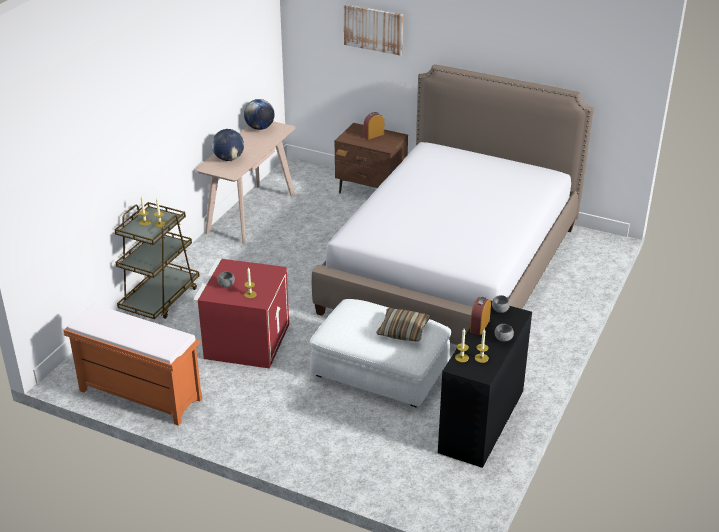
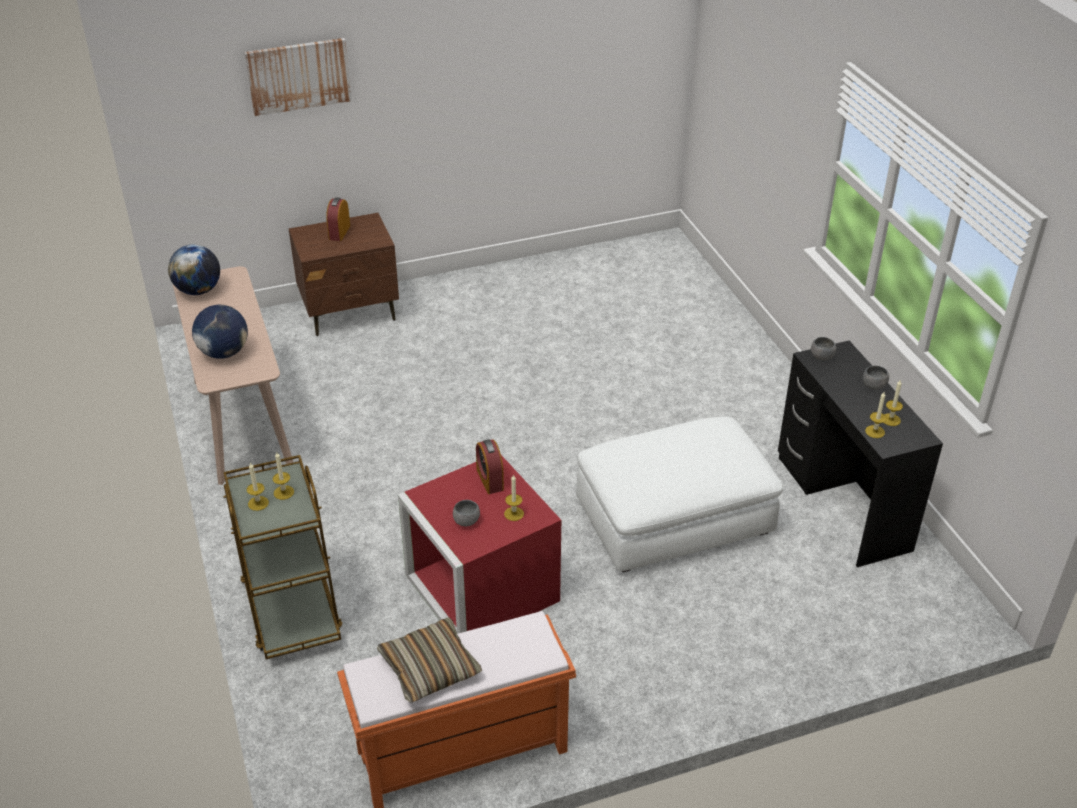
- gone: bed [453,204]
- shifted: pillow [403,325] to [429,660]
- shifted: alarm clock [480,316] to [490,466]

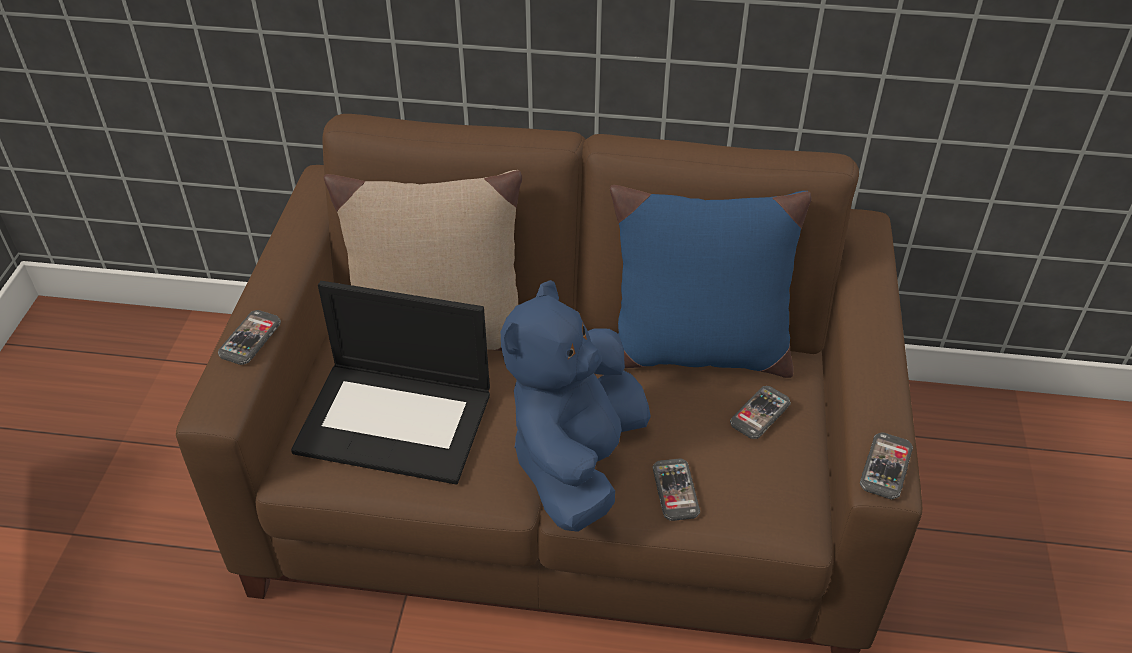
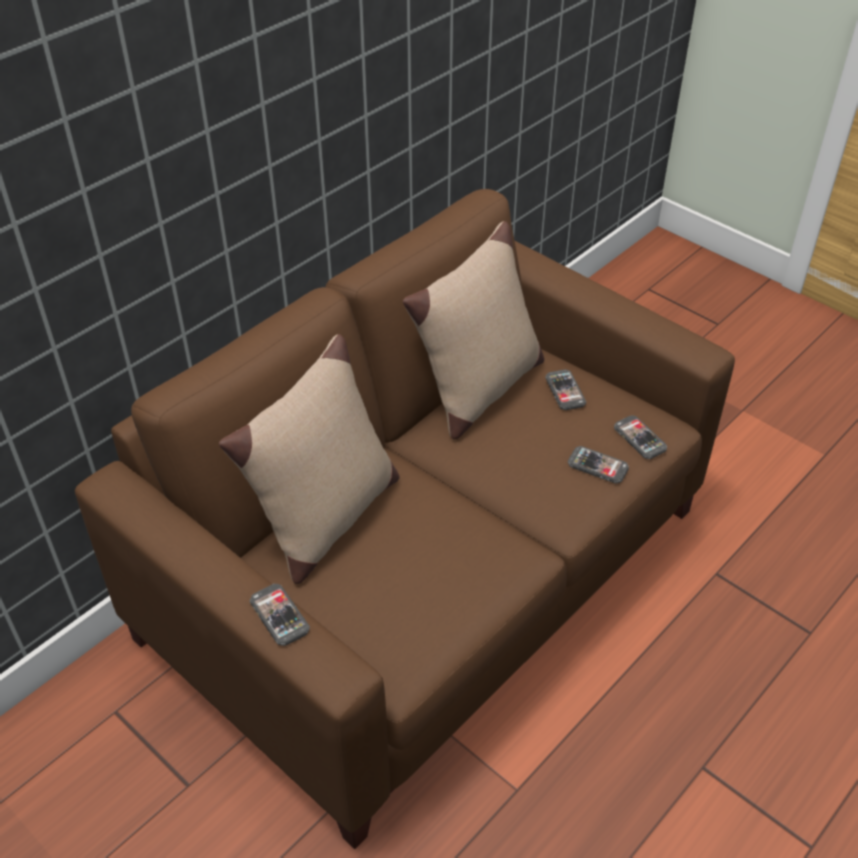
- gone: laptop [390,383]
- gone: plush toy (blue) [576,406]
- repainted: pillow (blue) [710,281] to pillow (beige) [473,330]
- shifted: phone [886,465] to [640,437]

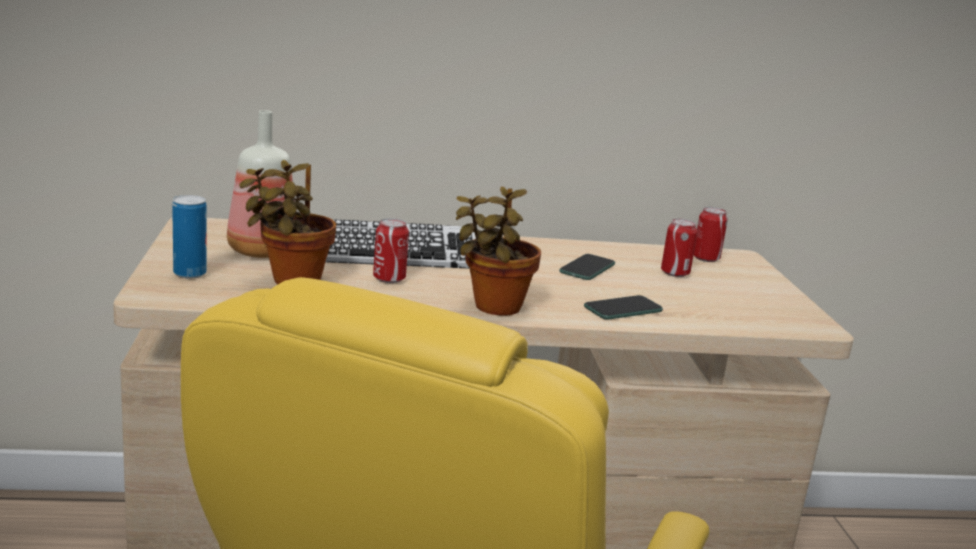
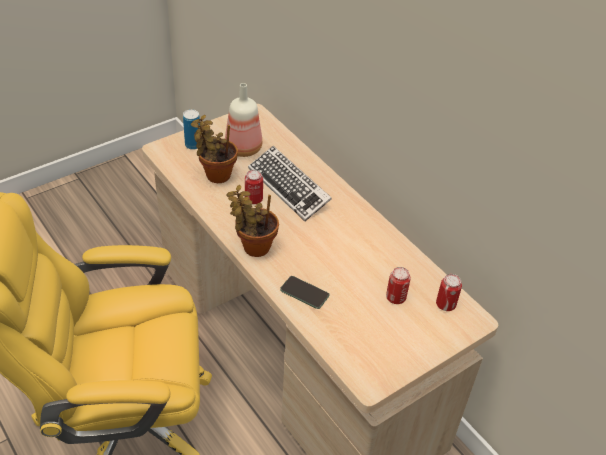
- gone: phone [587,267]

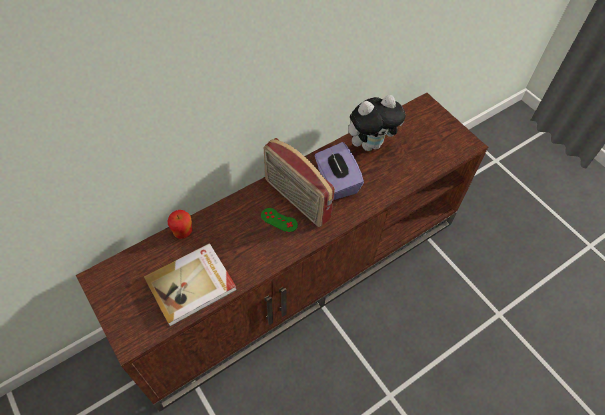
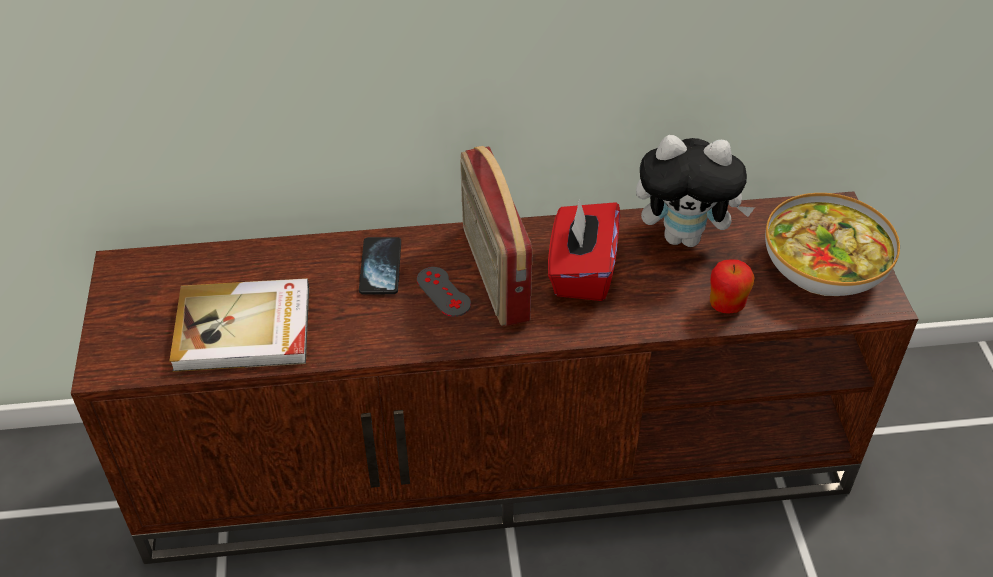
- shifted: apple [179,224] to [732,286]
- repainted: game controller (green) [279,220] to game controller (grey) [444,292]
- repainted: tissue box (purple) [339,171] to tissue box (red) [584,250]
- new: phone [380,266]
- new: bowl [832,244]

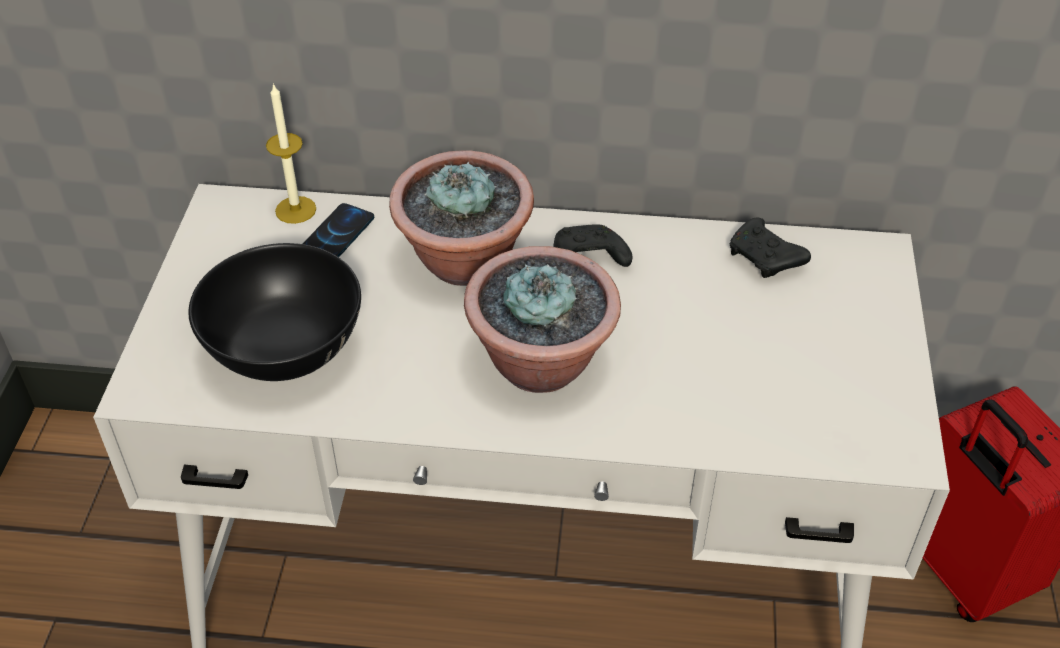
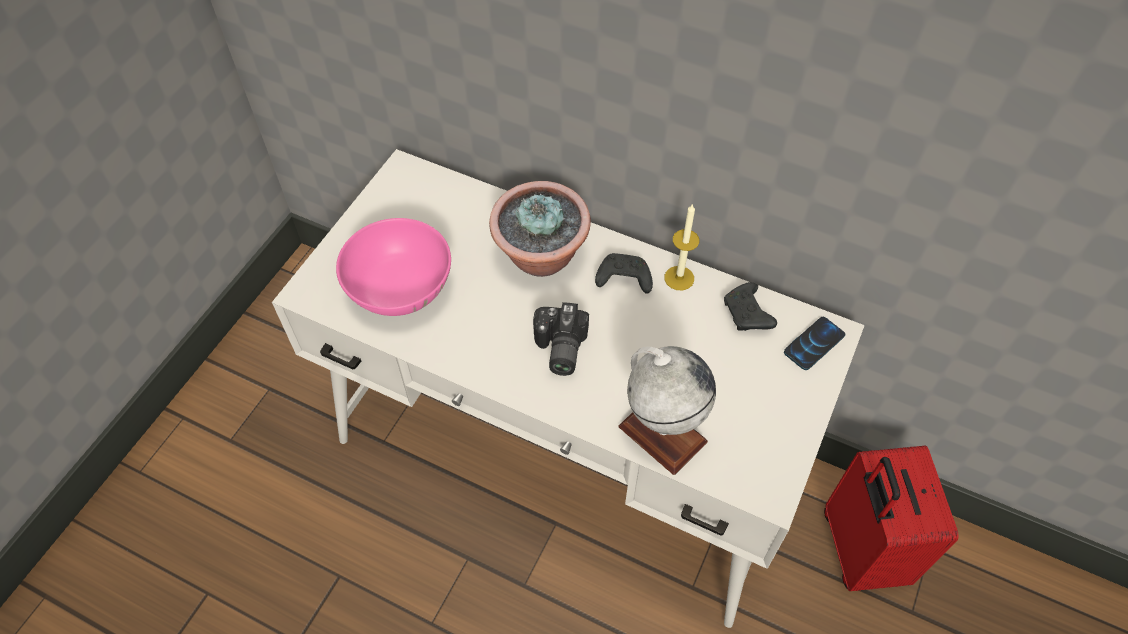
- repainted: bowl (black) [274,312] to bowl (pink) [393,267]
- shifted: candle [291,153] to [682,247]
- shifted: phone [338,230] to [815,343]
- swapped: potted plant [542,319] to photo camera [561,339]
- new: globe [667,410]

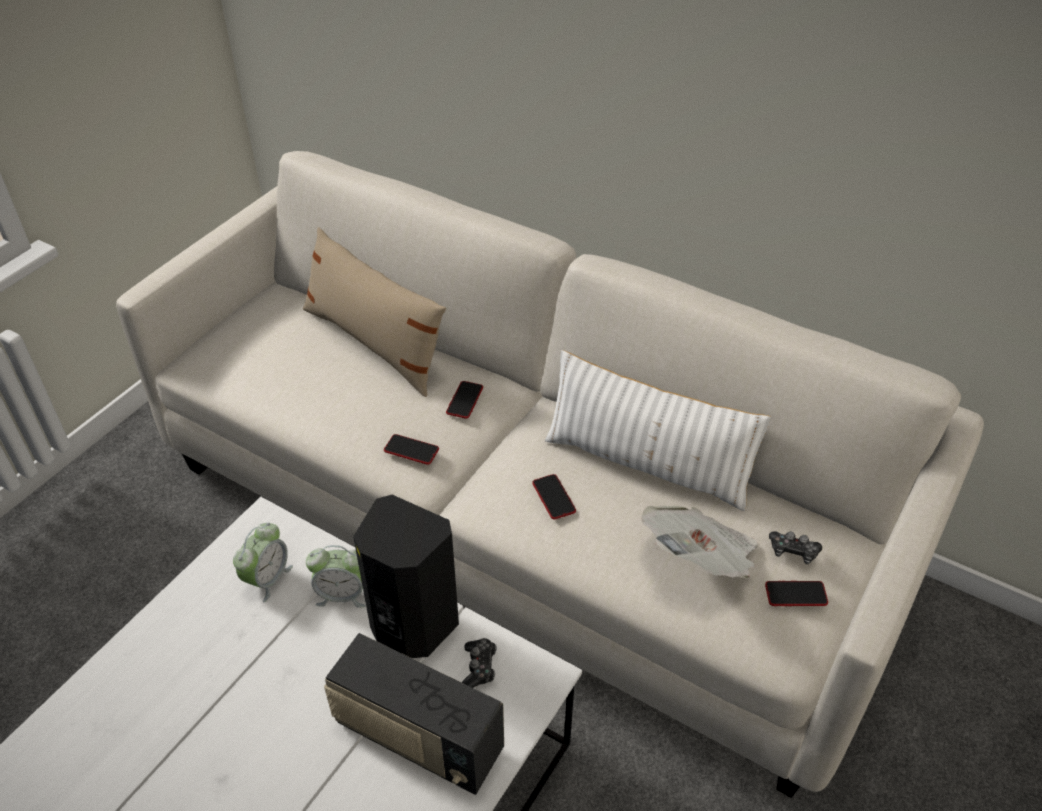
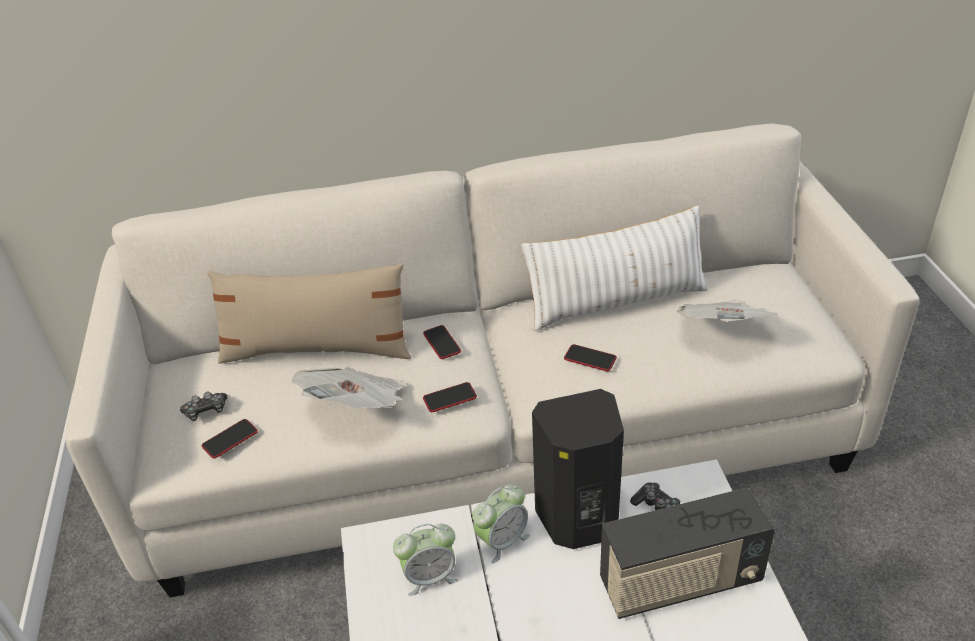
- rotated: alarm clock [263,562] = [425,560] 90 degrees clockwise
- shifted: phone [796,593] to [230,438]
- shifted: game controller [795,547] to [203,406]
- new: newspaper [349,387]

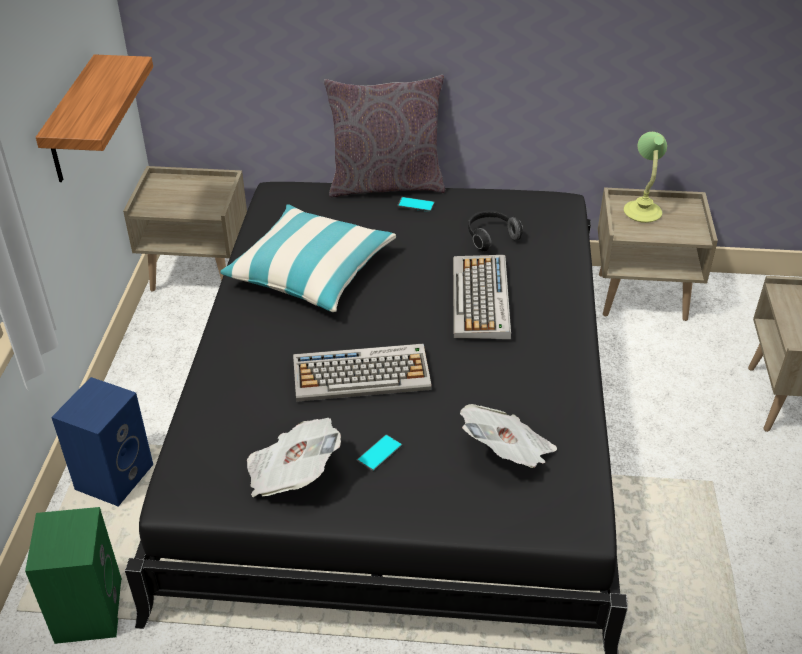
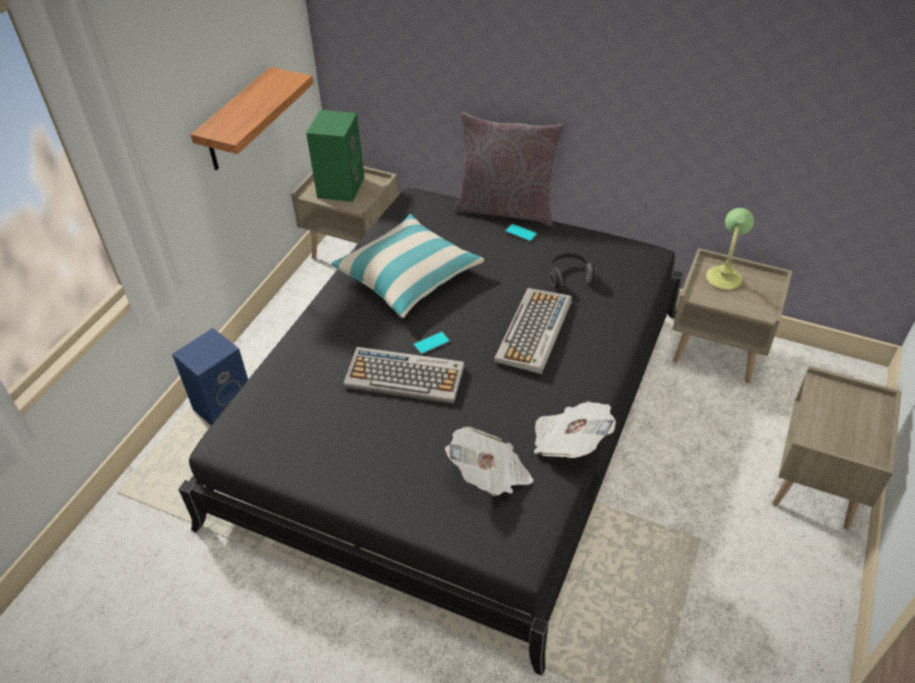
- shifted: speaker (green) [73,575] to [335,156]
- shifted: newspaper [294,457] to [575,430]
- shifted: phone [379,453] to [431,343]

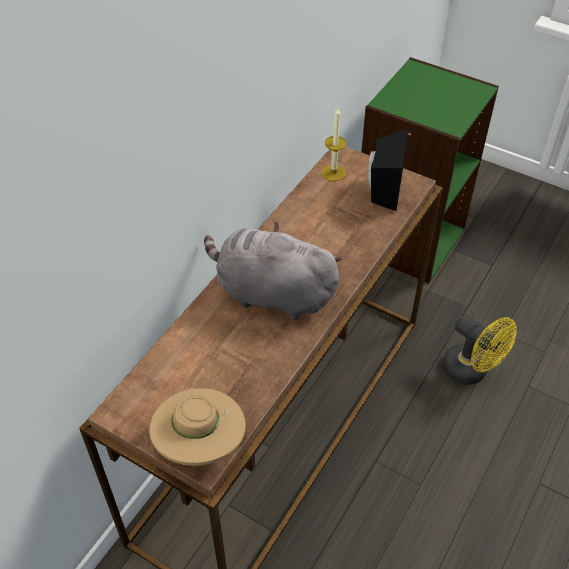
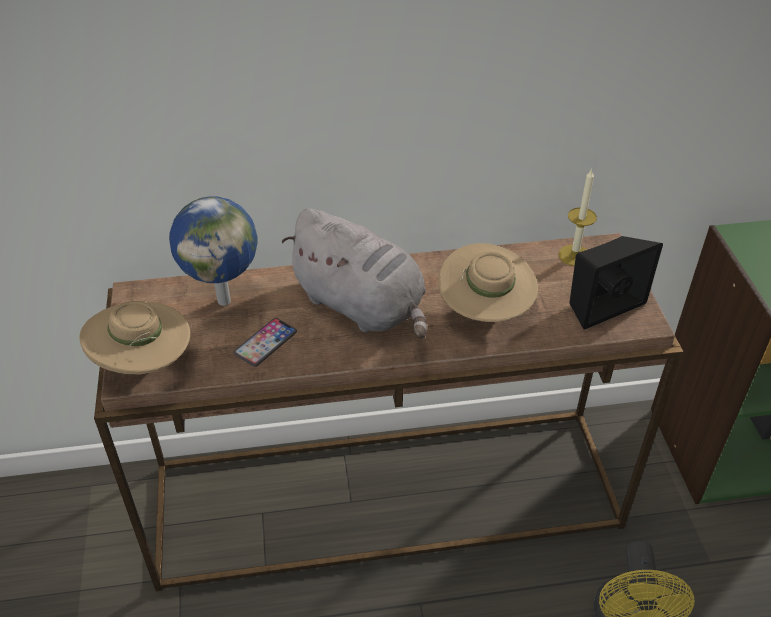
- rotated: plush toy (grey) [273,270] = [354,273] 150 degrees clockwise
- new: globe [213,251]
- new: phone [265,342]
- new: hat (beige) [488,282]

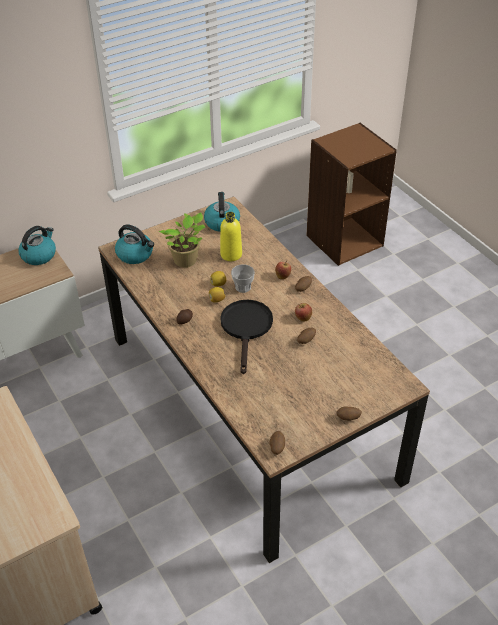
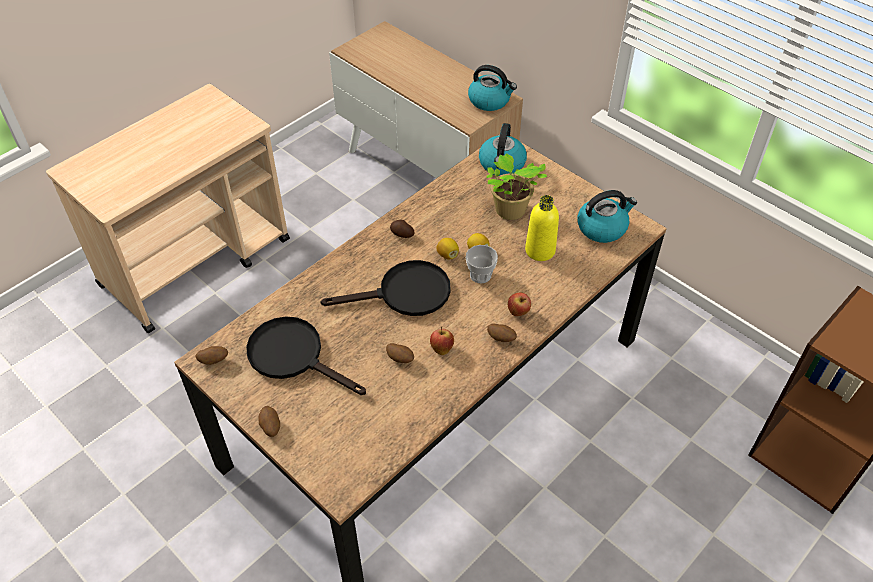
- new: frying pan (black) [306,356]

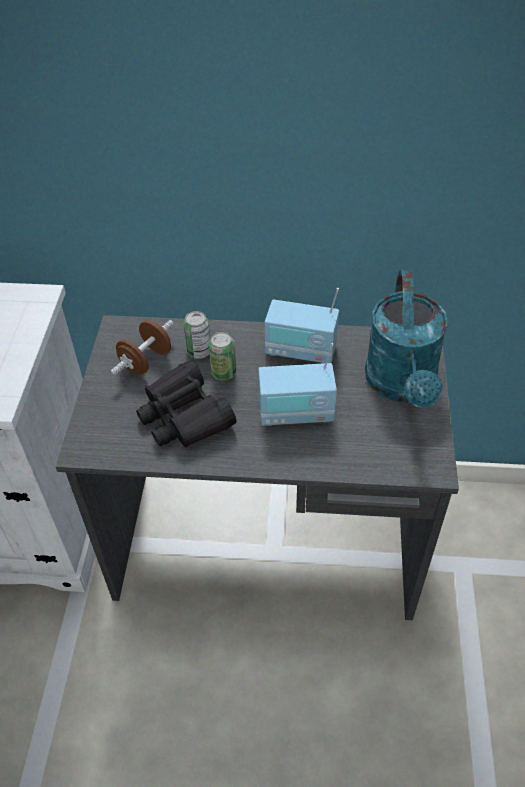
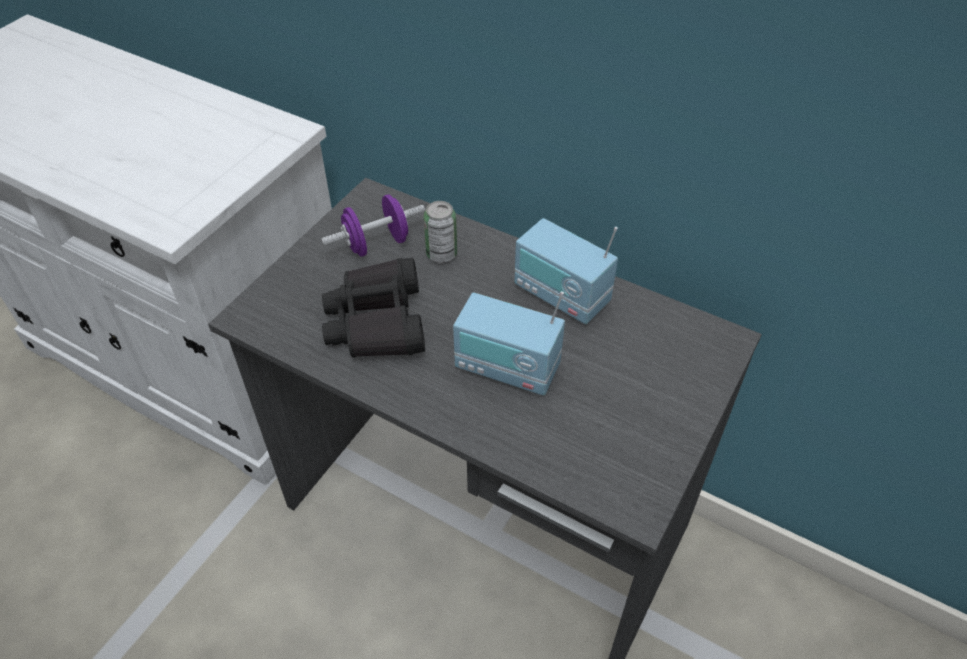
- repainted: dumbbell (brown) [142,347] to dumbbell (purple) [373,225]
- gone: can [222,356]
- gone: watering can (turquoise) [406,339]

